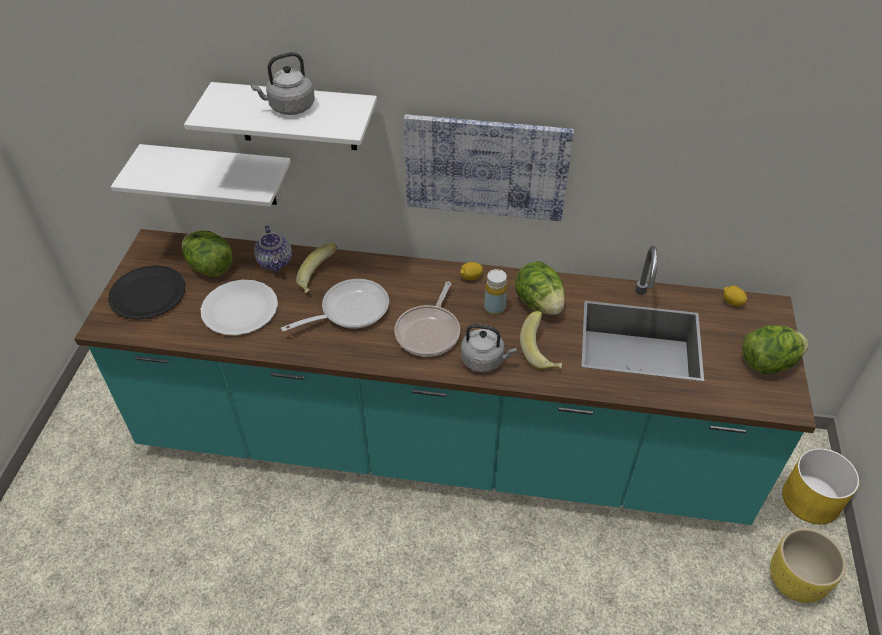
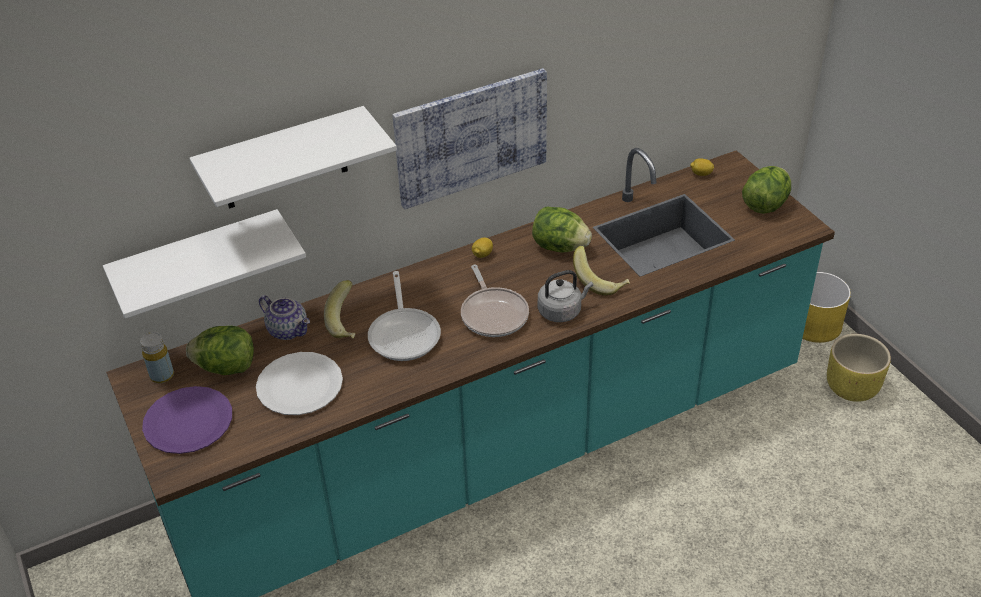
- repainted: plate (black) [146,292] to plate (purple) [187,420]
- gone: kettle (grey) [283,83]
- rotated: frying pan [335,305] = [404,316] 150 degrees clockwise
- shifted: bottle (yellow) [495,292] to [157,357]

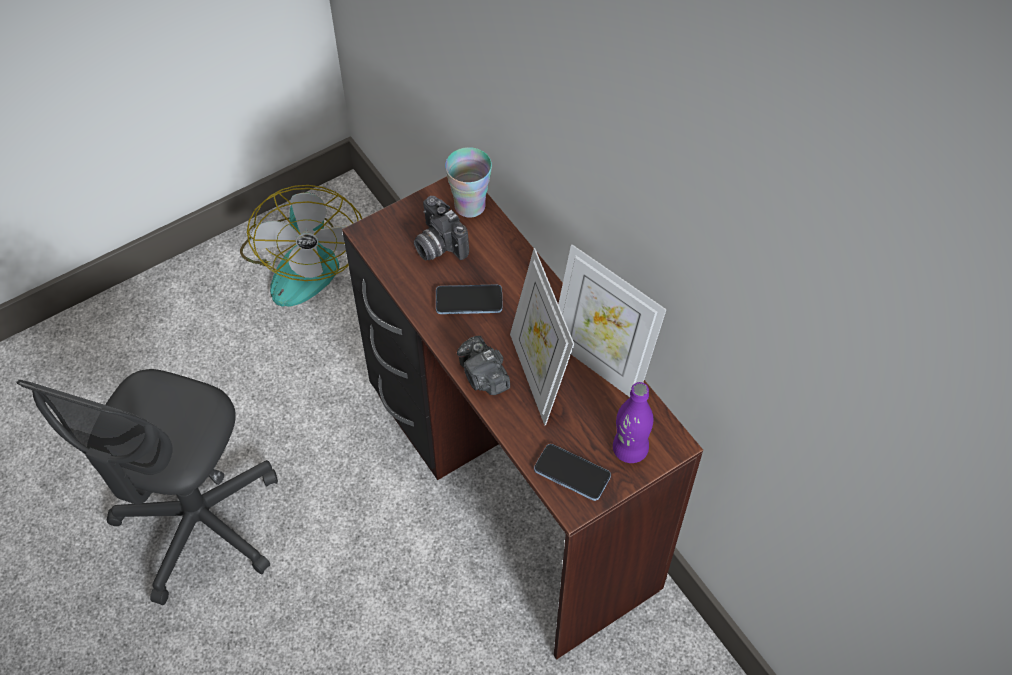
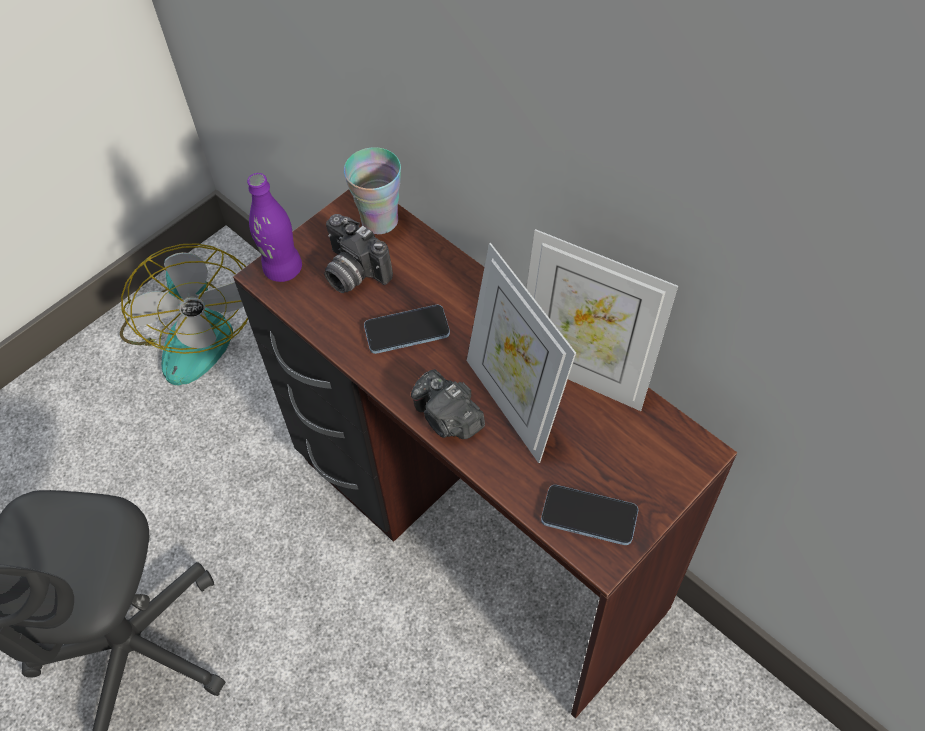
- shifted: bottle (purple) [633,422] to [274,227]

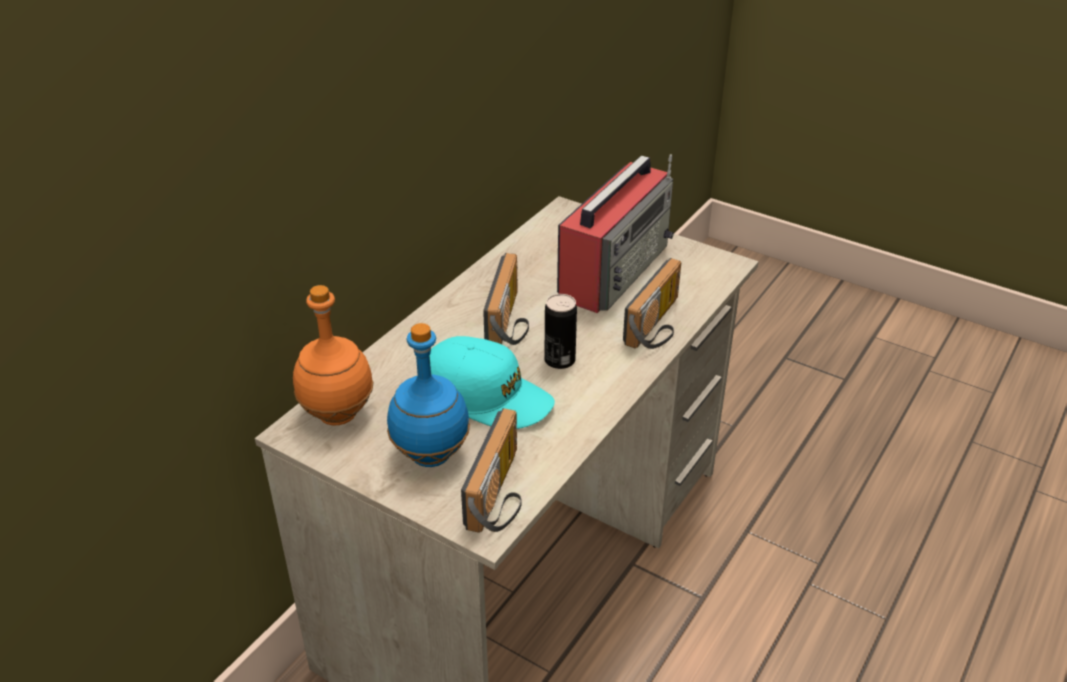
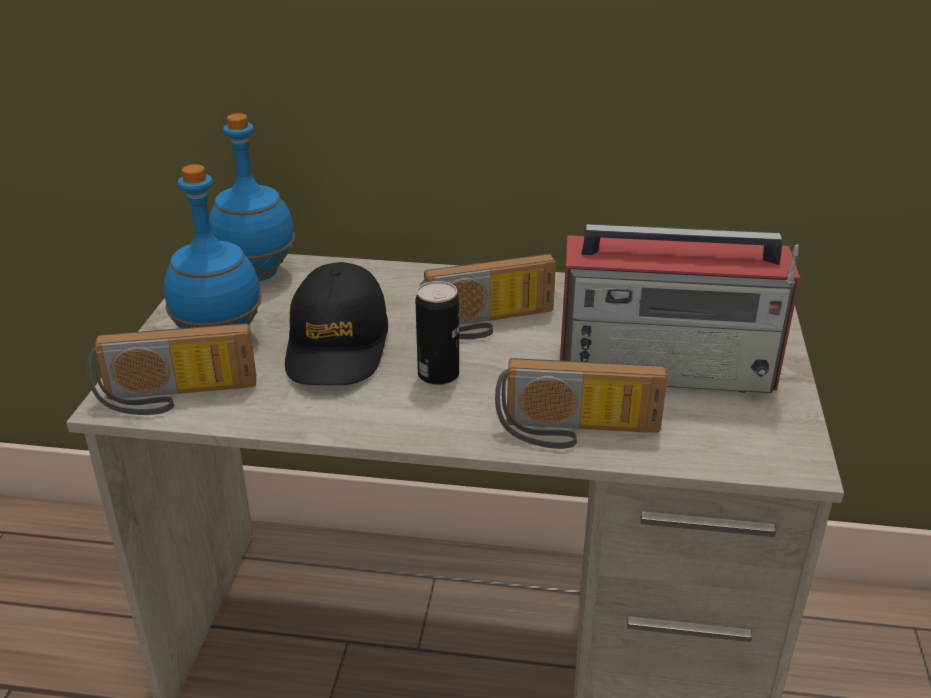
- repainted: bottle (orange) [333,355] to bottle (blue) [252,197]
- repainted: cap (turquoise) [492,382] to cap (black) [336,323]

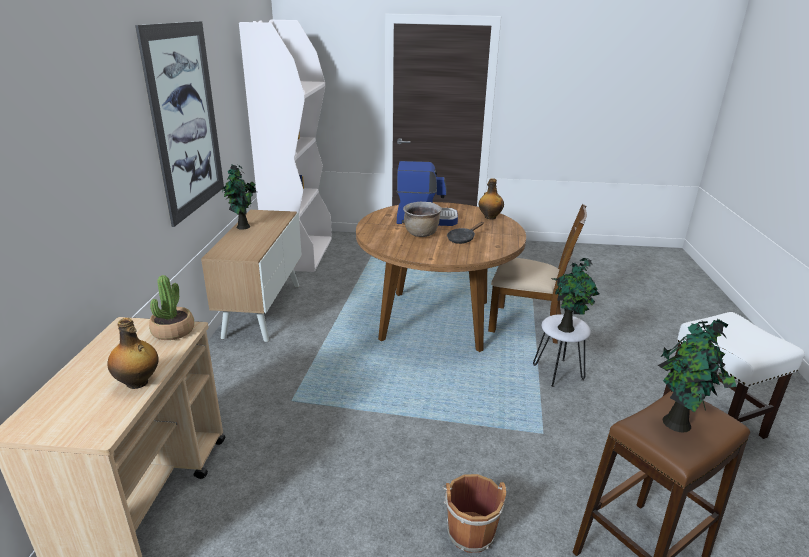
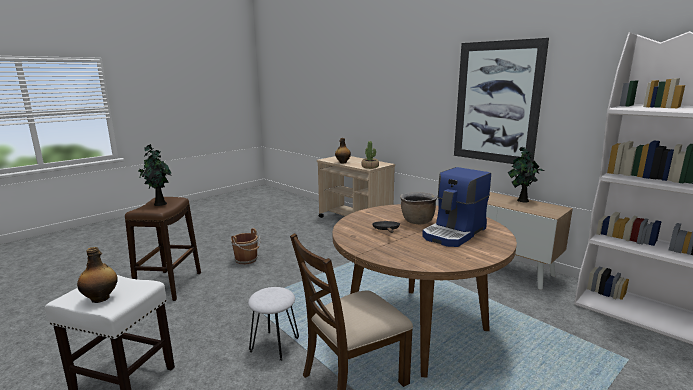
- shifted: bottle [491,199] to [97,275]
- gone: potted plant [575,295]

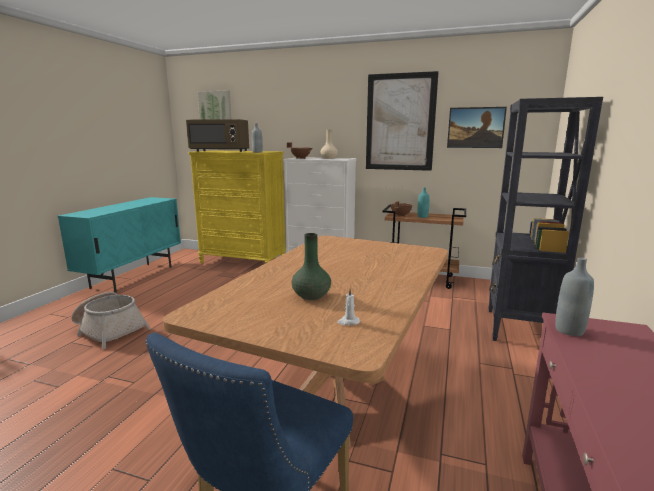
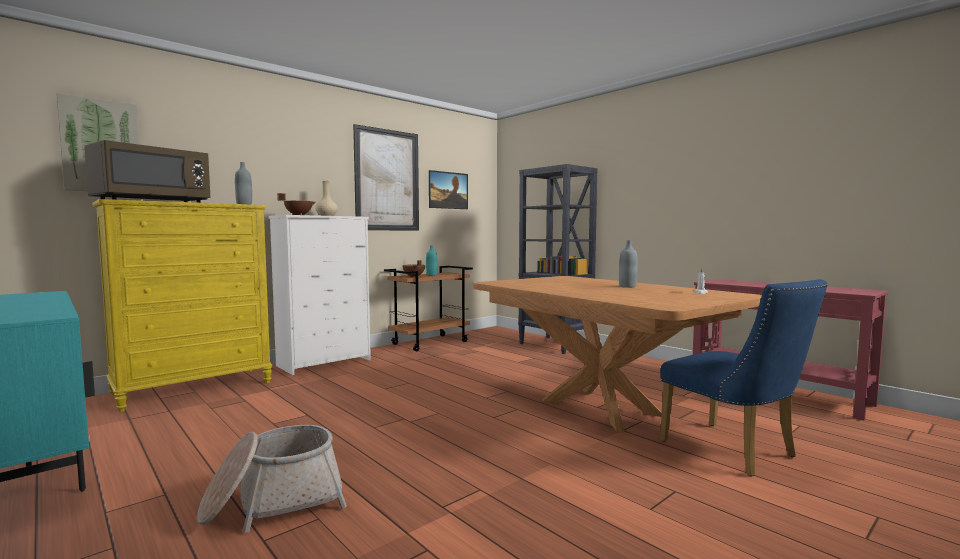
- gone: vase (green) [311,266]
- shifted: bottle (grey) [574,296] to [628,264]

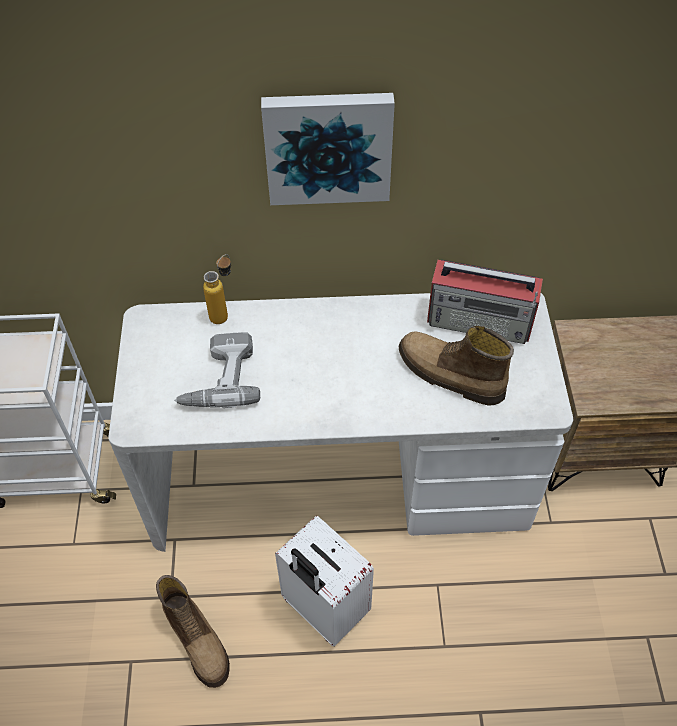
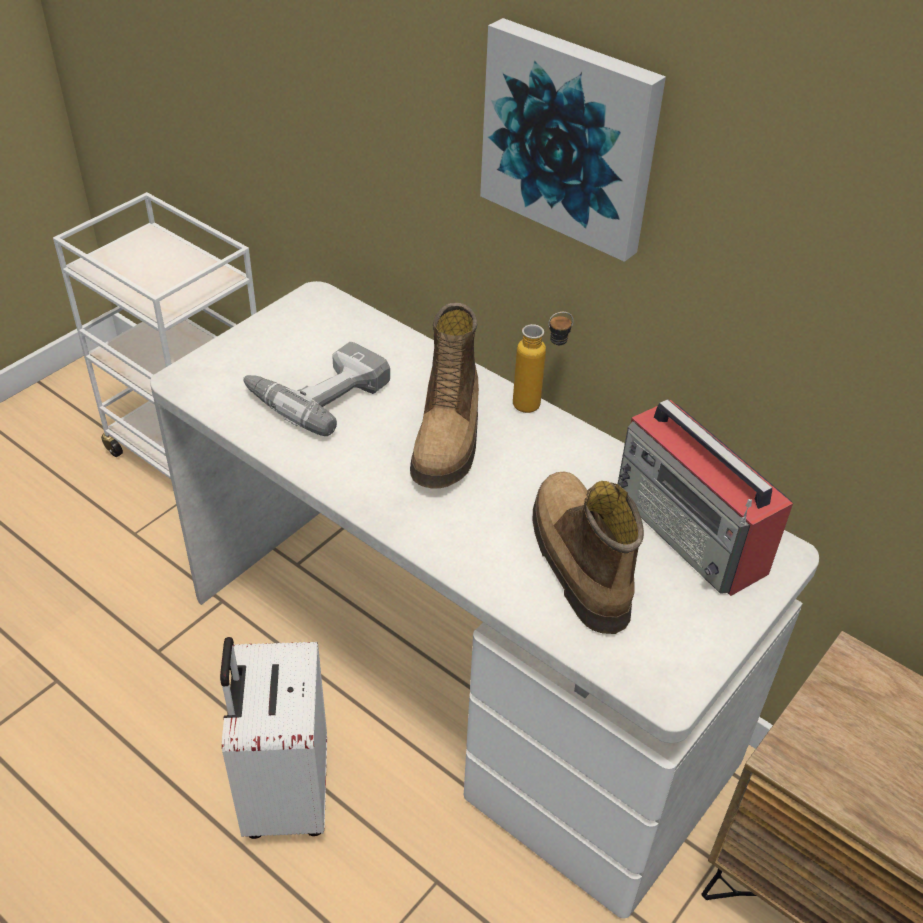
- shifted: boot [193,631] to [444,396]
- shifted: bottle [217,289] to [543,362]

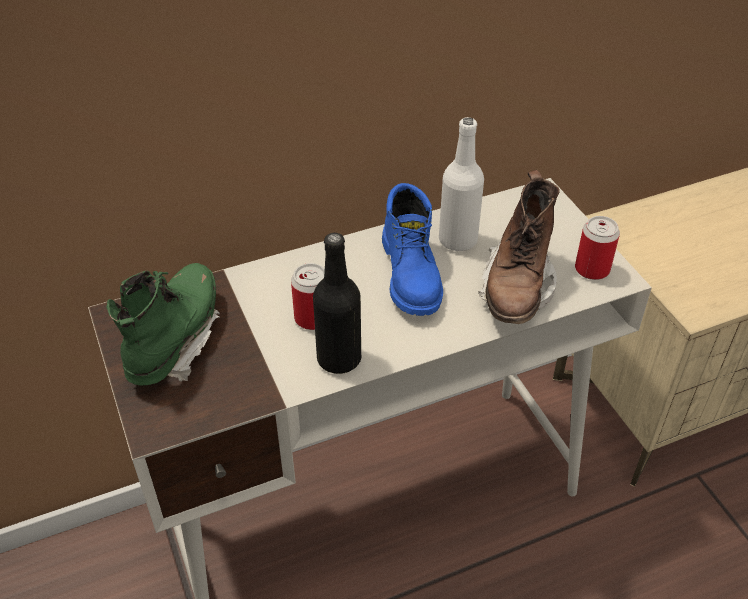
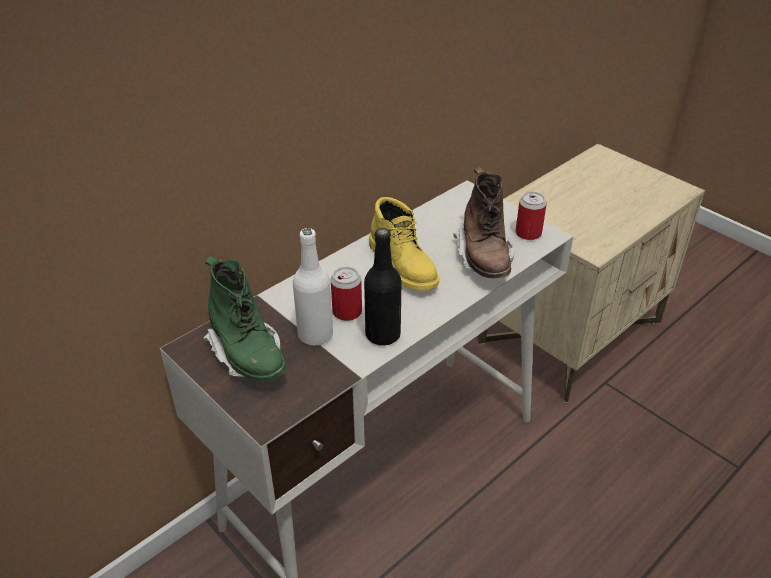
- rotated: boot (green) [163,324] = [245,319] 150 degrees clockwise
- repainted: boot (blue) [412,249] to boot (yellow) [404,244]
- shifted: bottle (white) [461,184] to [313,287]

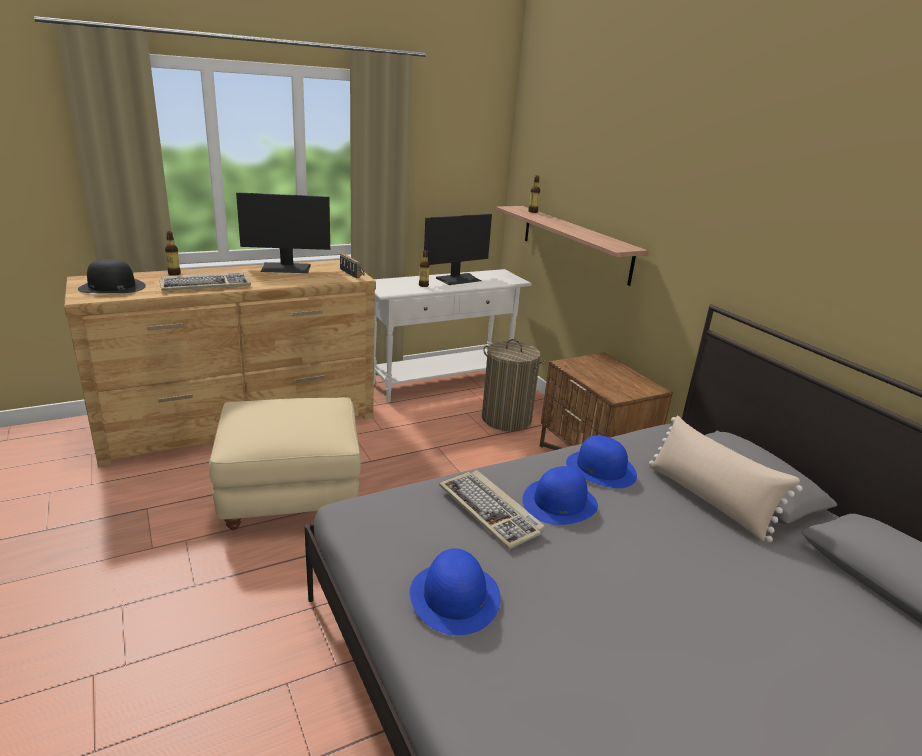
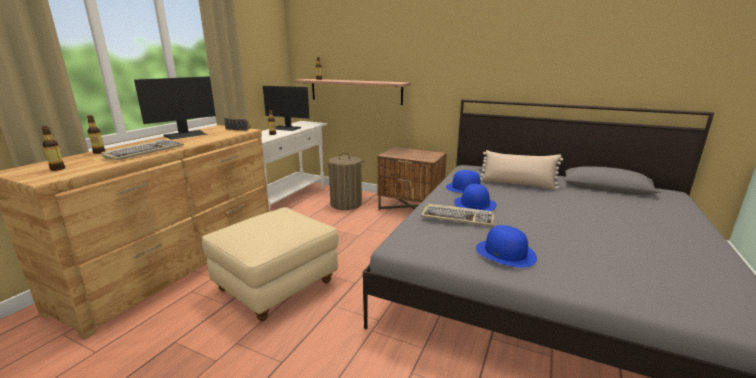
- swapped: hat (black) [112,276] to bottle [53,148]
- rotated: monitor [458,249] = [286,108] 90 degrees clockwise

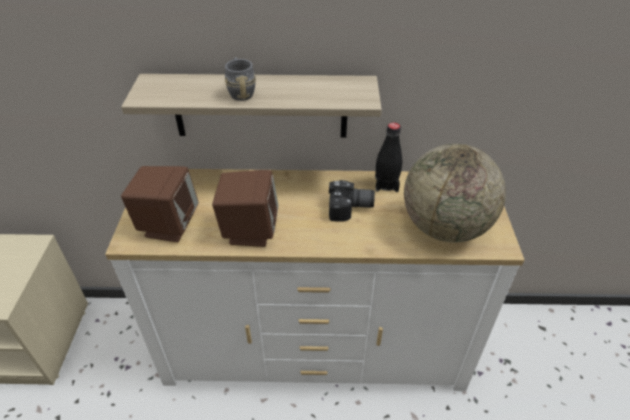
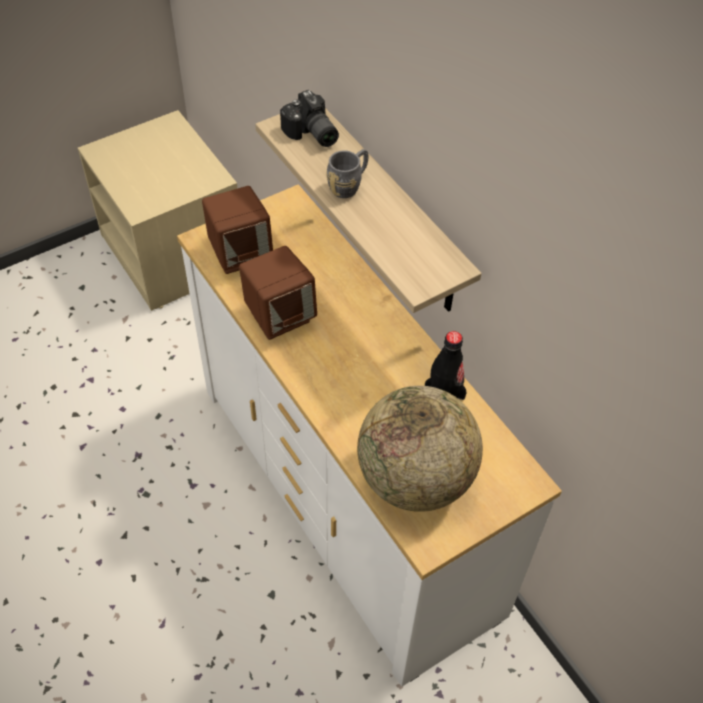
- shifted: photo camera [352,201] to [309,118]

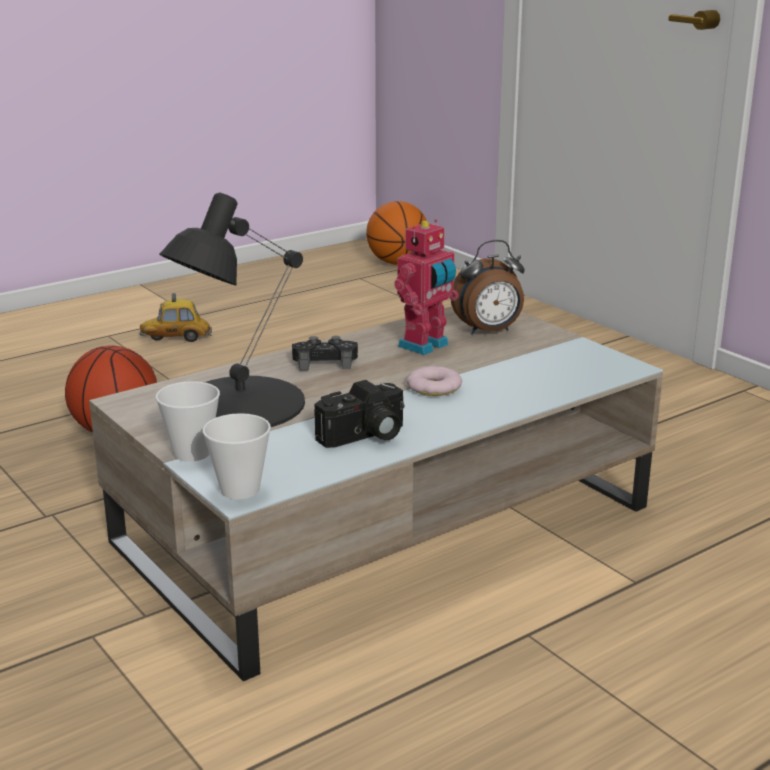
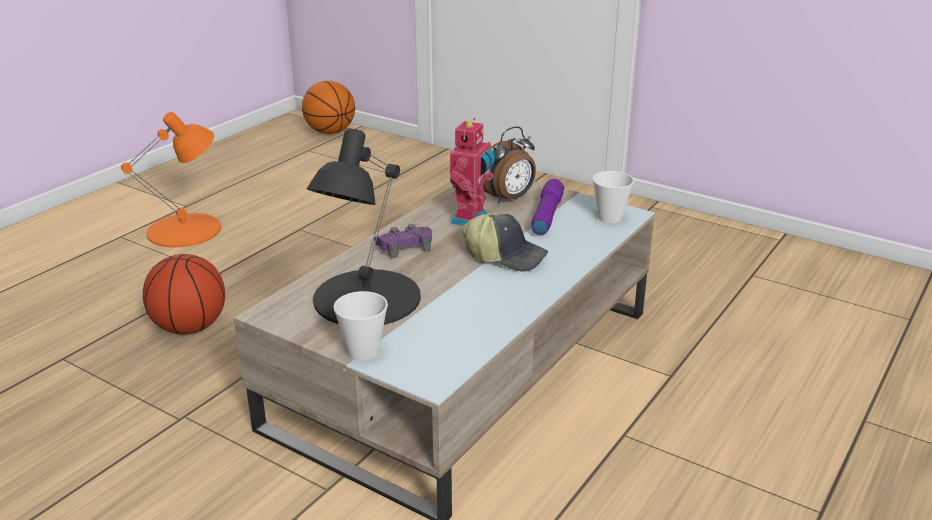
- swapped: toy car [176,317] to table lamp (orange) [171,179]
- shifted: cup [237,456] to [613,197]
- repainted: game controller (black) [325,353] to game controller (purple) [403,241]
- gone: photo camera [359,414]
- swapped: donut [434,381] to cap [505,241]
- new: flashlight (purple) [547,207]

